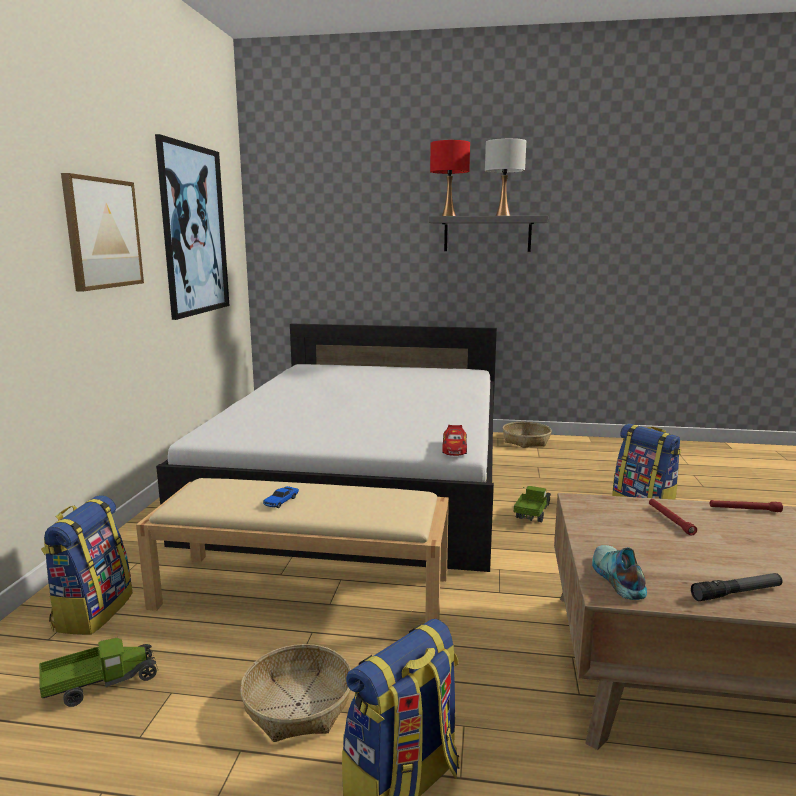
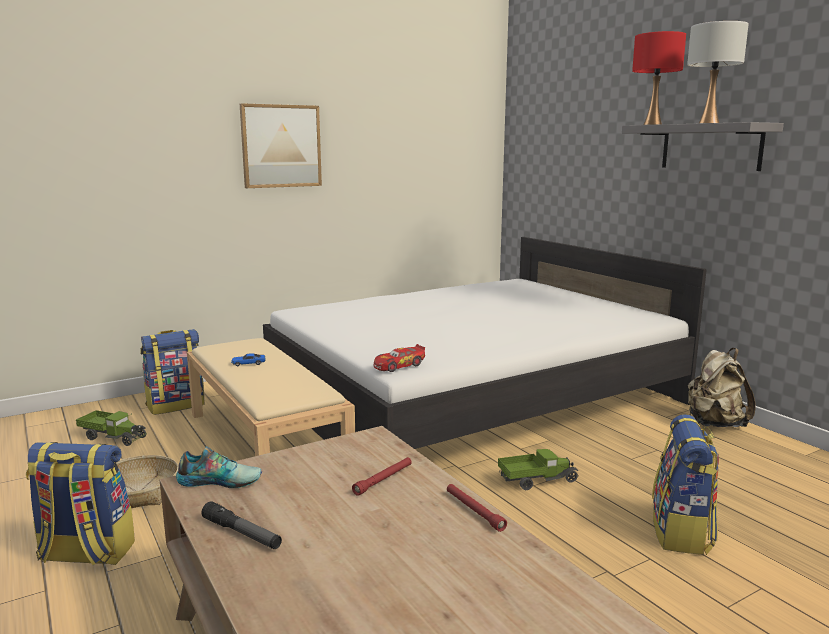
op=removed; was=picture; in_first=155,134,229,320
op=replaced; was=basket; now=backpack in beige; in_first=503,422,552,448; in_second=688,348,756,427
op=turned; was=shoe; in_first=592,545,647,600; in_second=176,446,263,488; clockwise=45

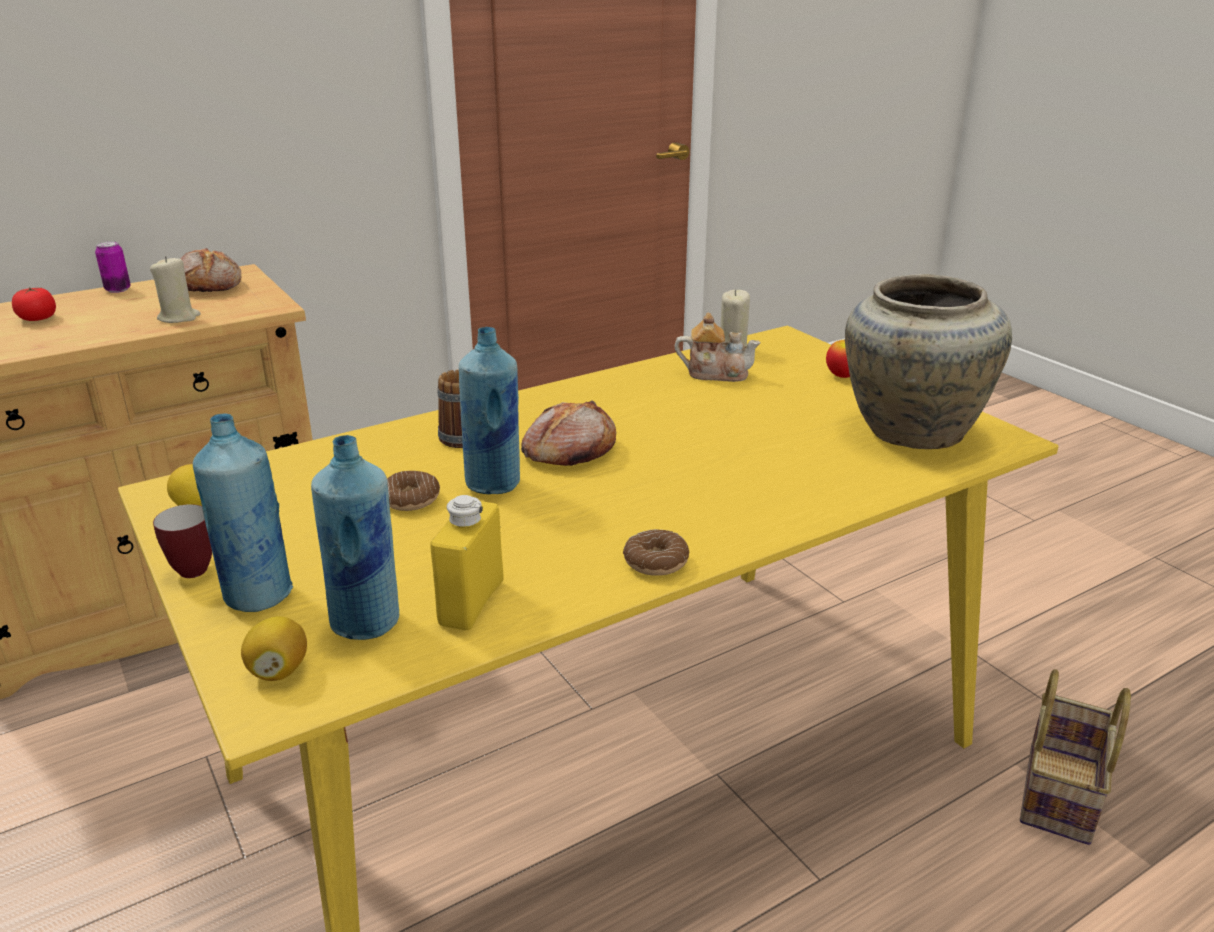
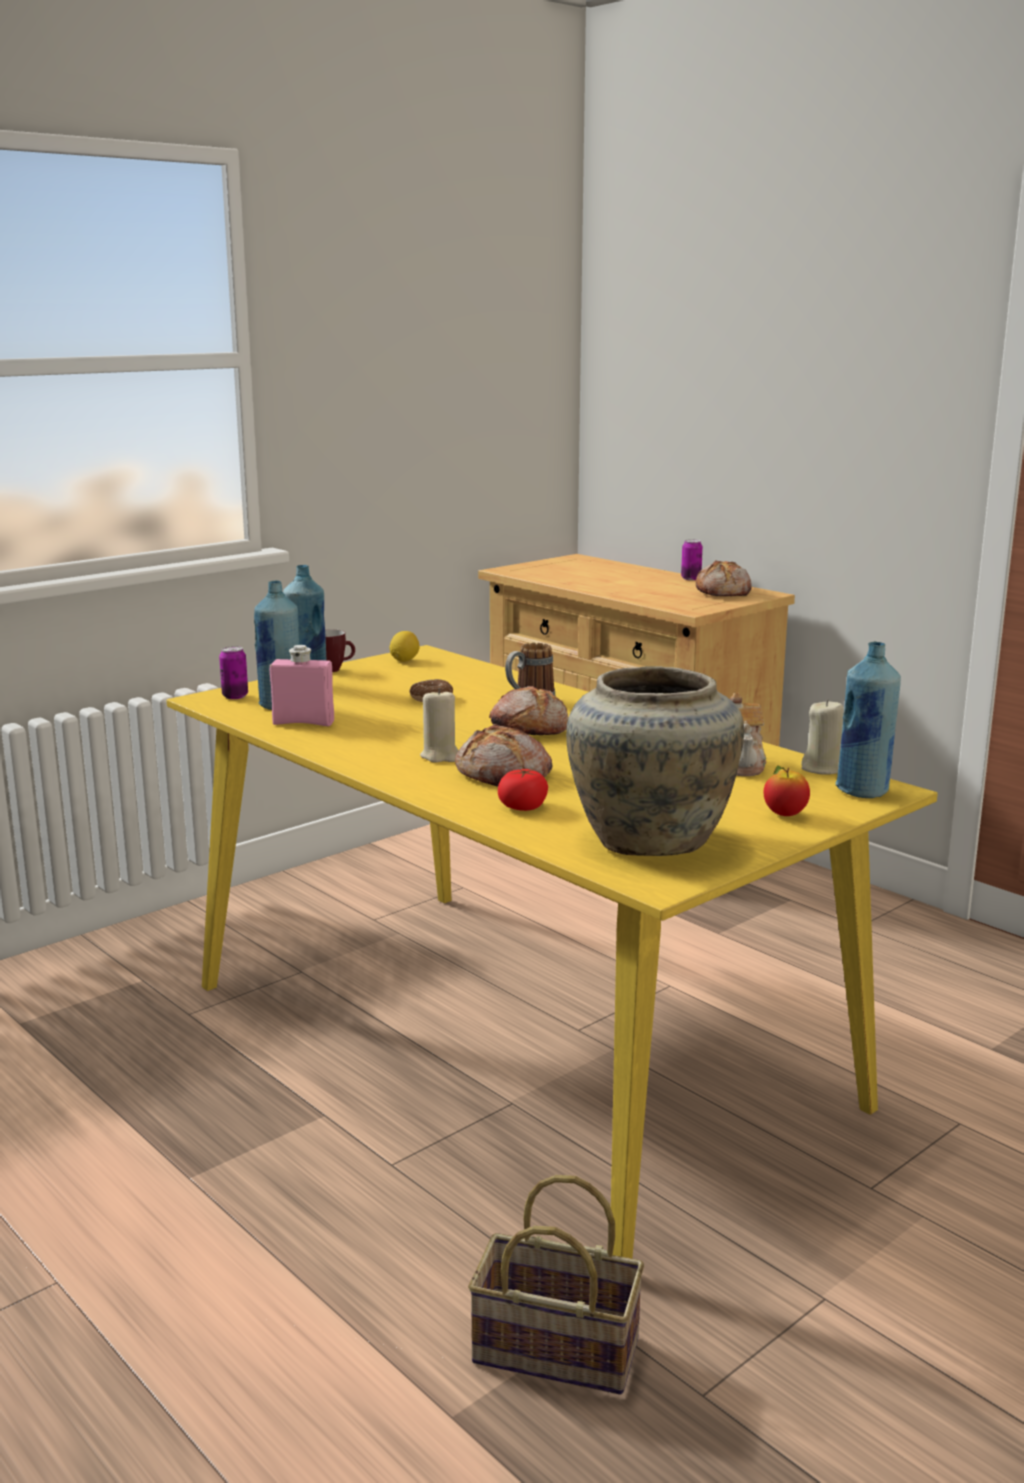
op=moved; was=candle in beige; in_first=150,256,201,323; in_second=420,688,458,763
op=moved; was=tomato; in_first=12,287,56,321; in_second=498,769,548,811
op=moved; was=bottle in blue; in_first=459,327,520,494; in_second=836,641,901,798
op=recoloured; was=bottle in yellow; now=bottle in pink; in_first=431,495,504,630; in_second=270,645,334,726
op=removed; was=donut; in_first=623,529,689,576
op=replaced; was=lemon; now=can; in_first=241,616,307,681; in_second=219,646,248,699
op=added; now=bread; in_second=455,724,552,787

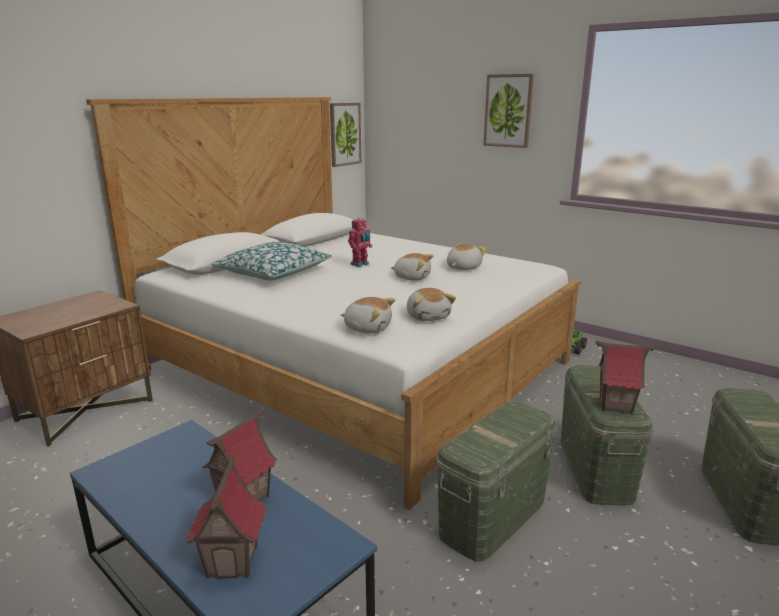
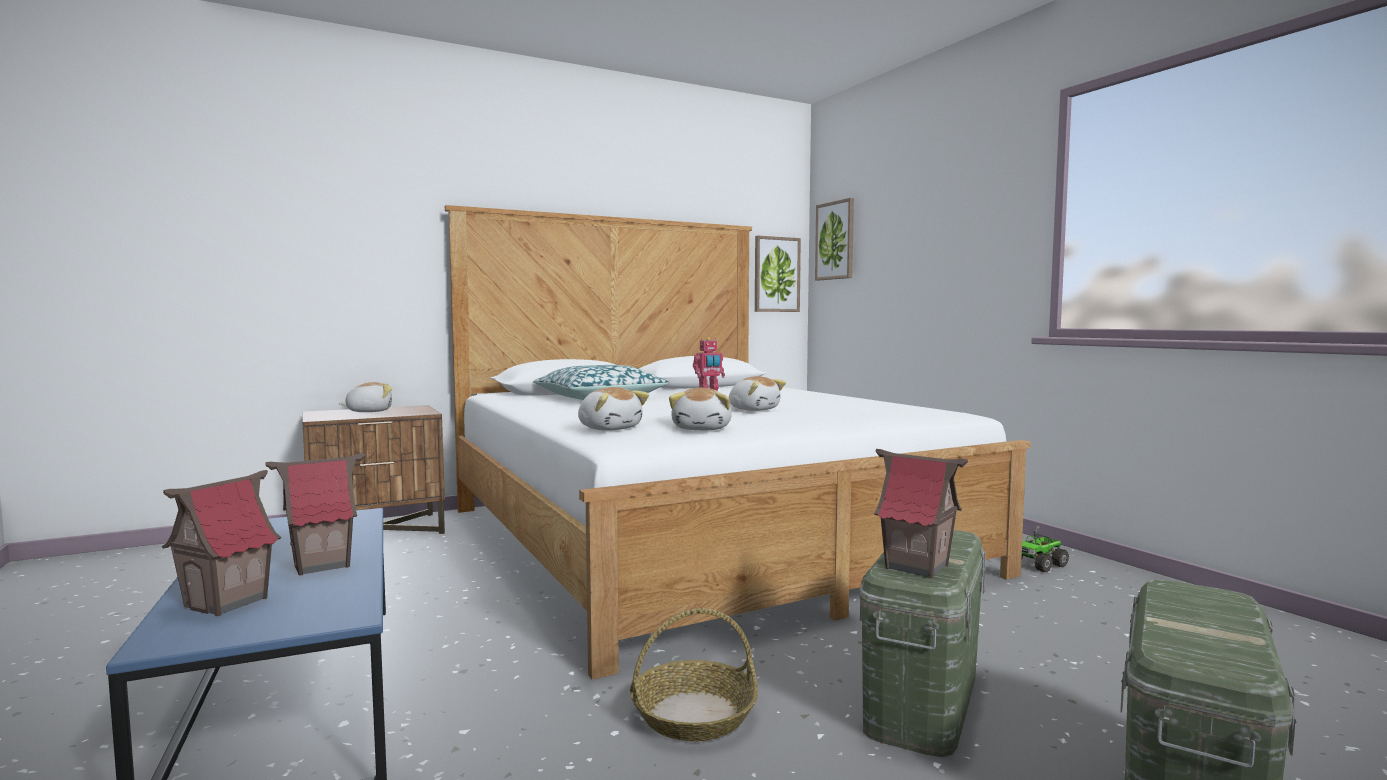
op=moved; was=picture; in_first=483,74,534,148; in_second=815,198,854,281
op=moved; was=plush toy; in_first=447,243,486,270; in_second=339,382,392,412
op=replaced; was=storage box in green; now=basket; in_first=436,401,557,561; in_second=630,608,758,741

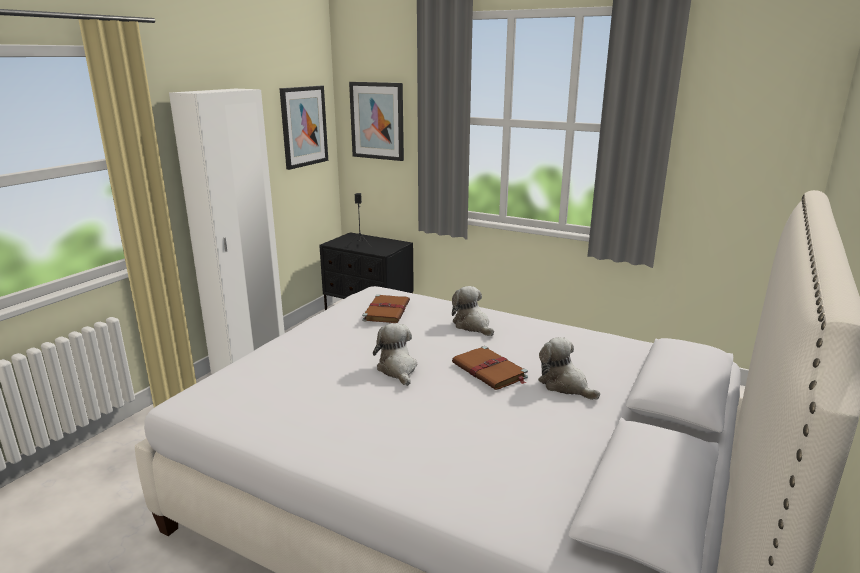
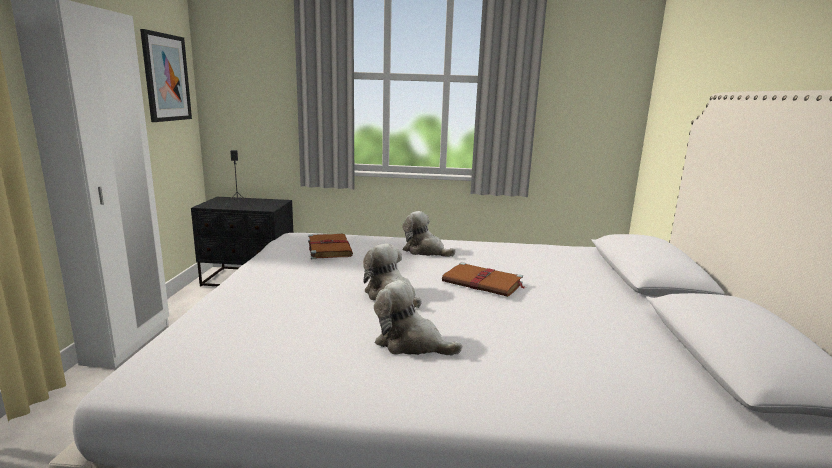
op=removed; was=picture; in_first=349,82,404,161
op=moved; was=plush toy; in_first=538,337,600,400; in_second=374,280,462,355

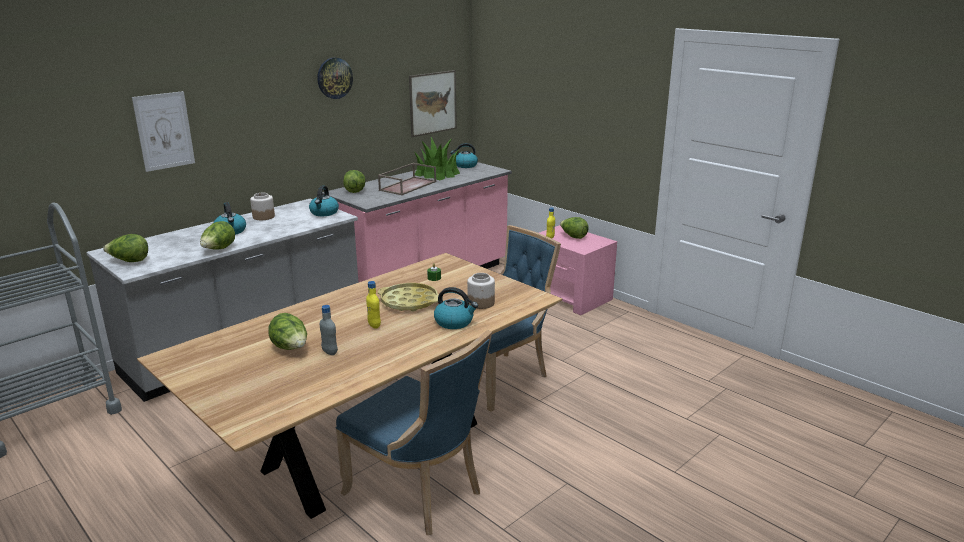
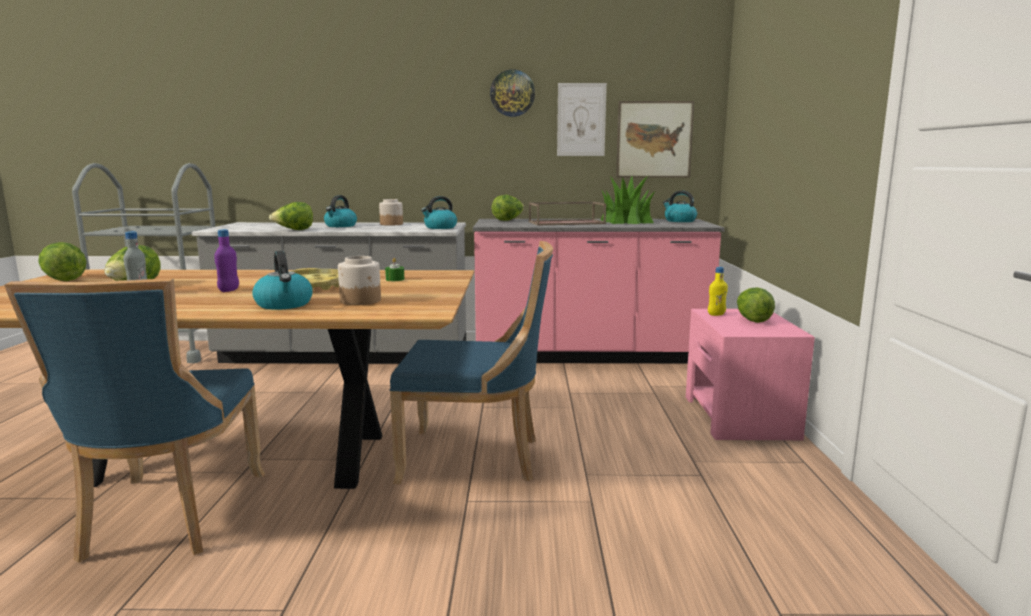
op=moved; was=picture; in_first=132,91,195,172; in_second=557,83,607,156
op=moved; was=lettuce; in_first=103,234,148,262; in_second=38,242,87,281
op=recoloured; was=bottle in yellow; now=bottle in purple; in_first=366,281,381,329; in_second=214,229,239,292

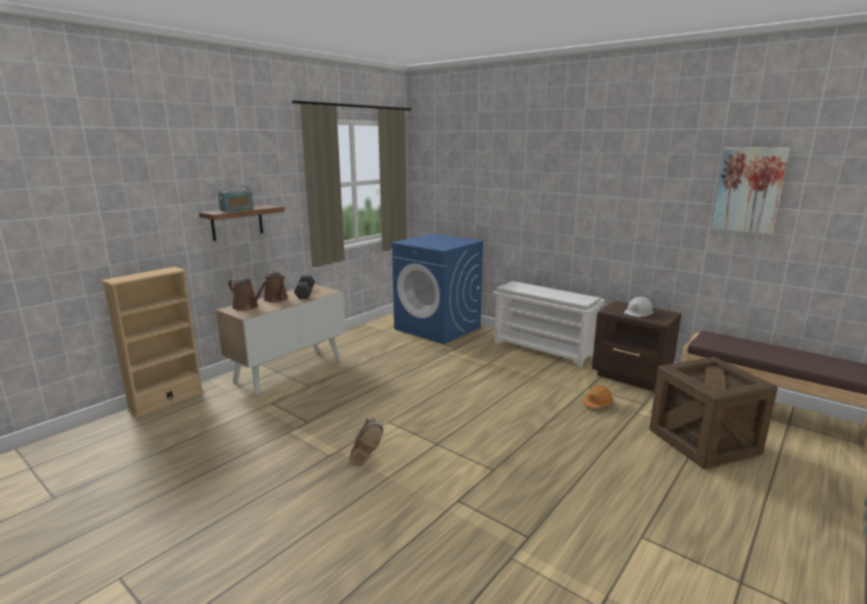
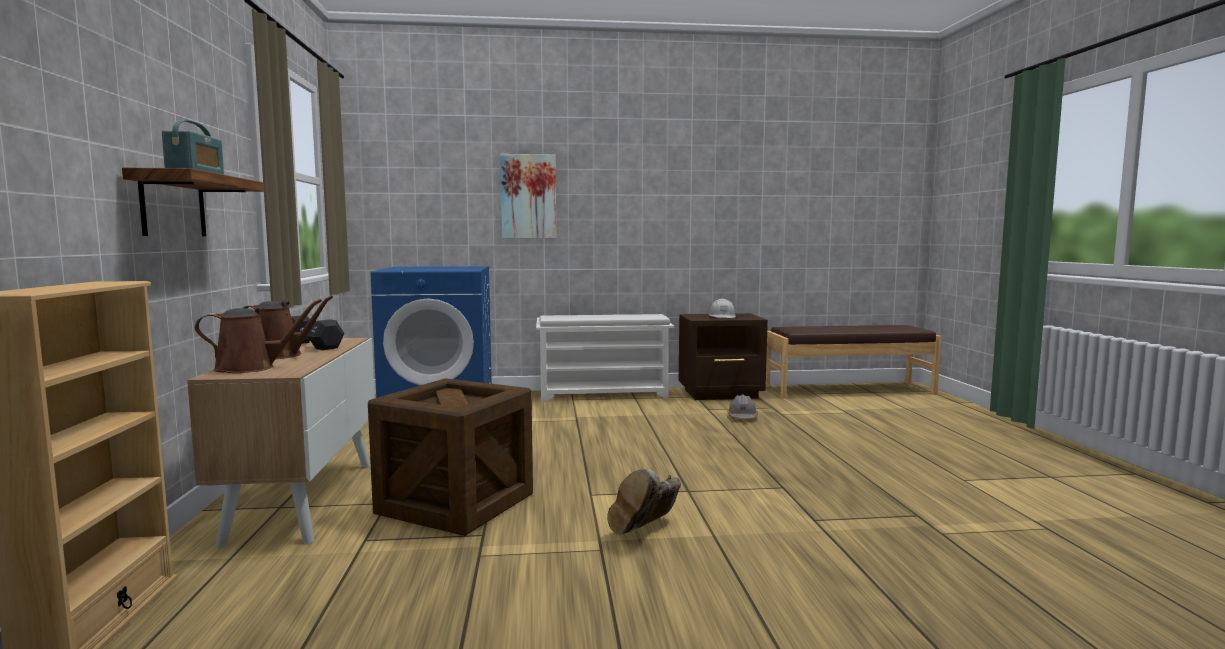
op=moved; was=picture; in_first=712,147,789,234; in_second=500,154,556,238
op=moved; was=crate; in_first=649,357,778,469; in_second=368,378,533,536
op=recoloured; was=hard hat in orange; now=hard hat in grey; in_first=582,385,613,408; in_second=727,394,758,419
op=turned; was=boot in brown; in_first=350,418,383,466; in_second=607,468,681,535; clockwise=90

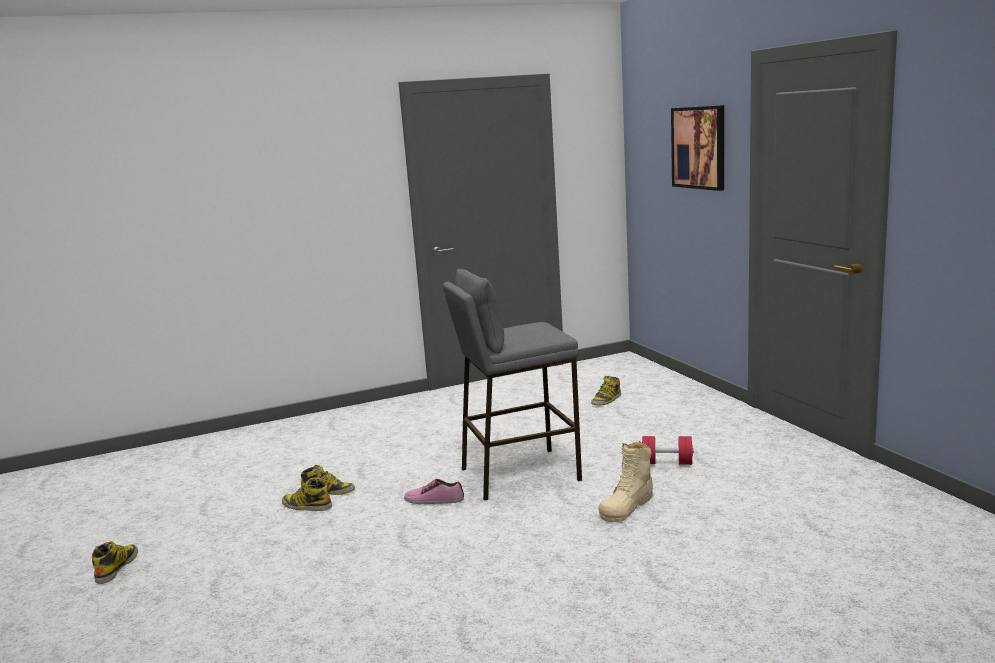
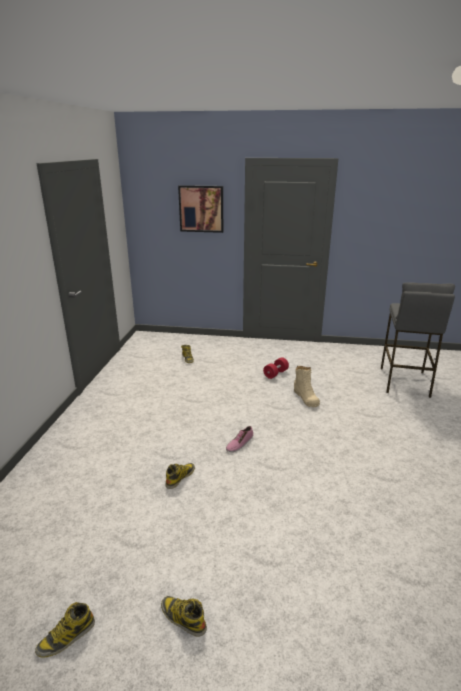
op=moved; was=stool in grey; in_first=443,269,582,501; in_second=381,282,455,398
op=moved; was=boot; in_first=282,477,332,511; in_second=35,602,95,658

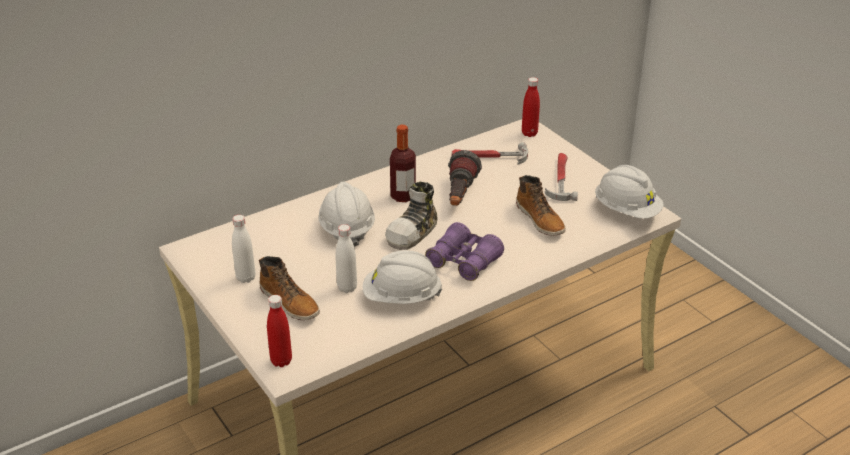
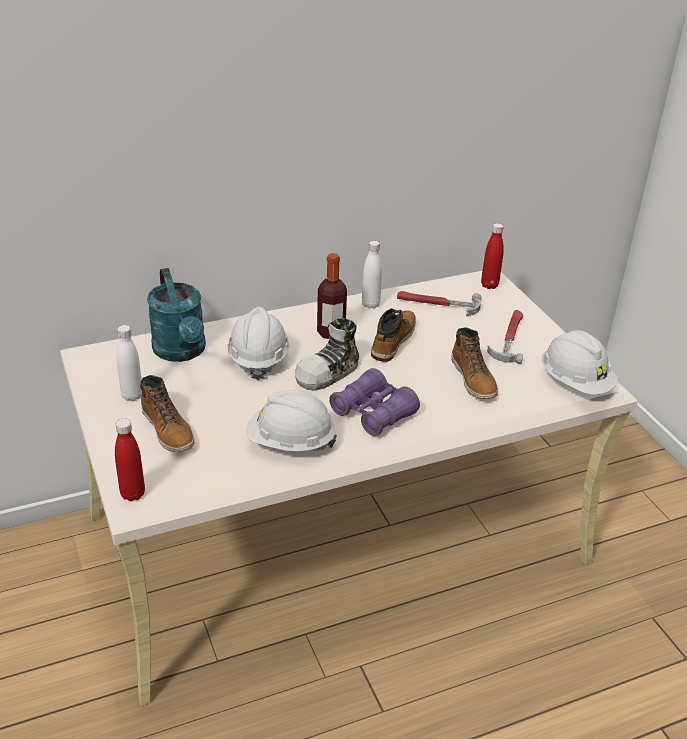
op=replaced; was=flashlight; now=boot; in_first=448,150,482,206; in_second=371,308,416,362
op=moved; was=bottle in white; in_first=335,224,357,293; in_second=362,241,382,309
op=added; now=watering can in turquoise; in_second=147,268,206,362

